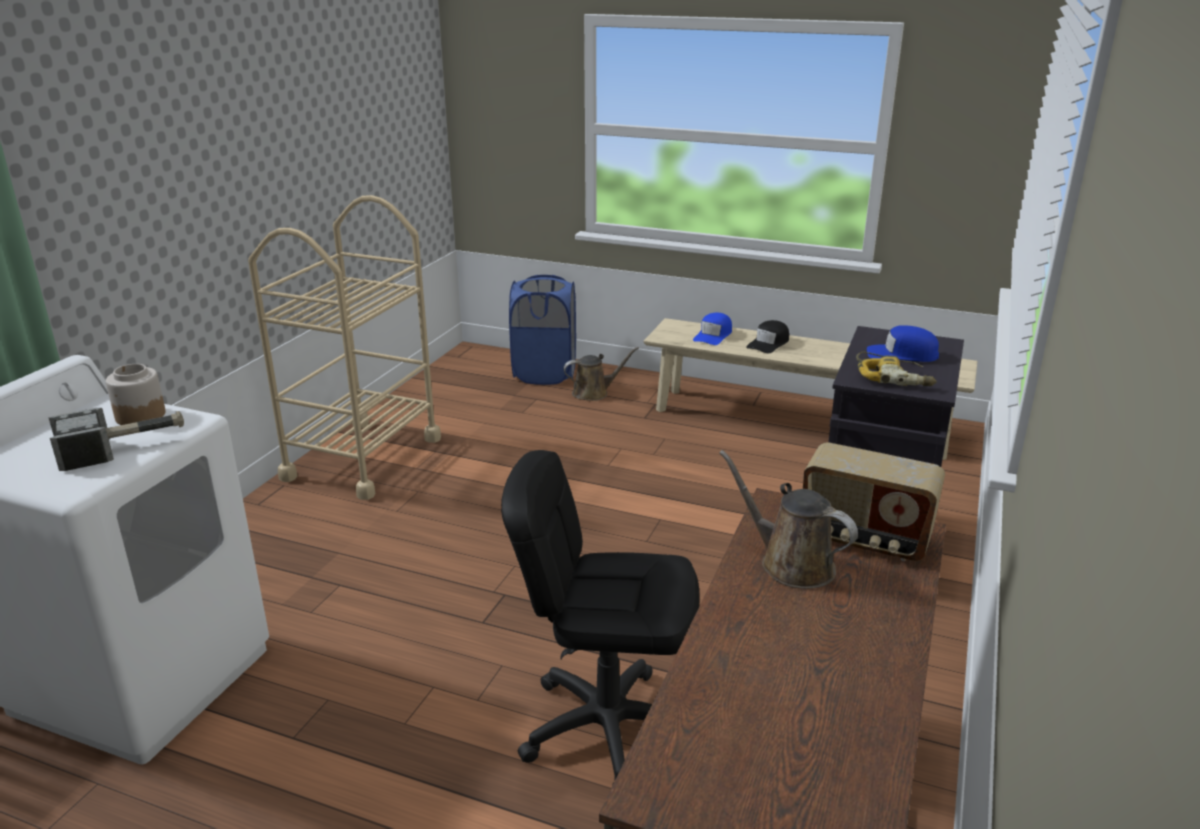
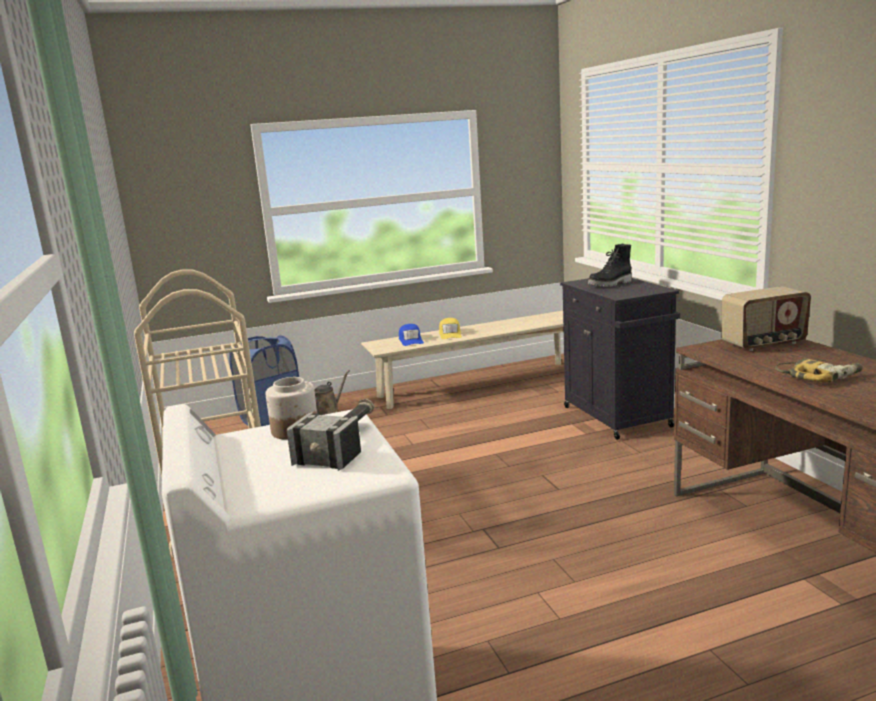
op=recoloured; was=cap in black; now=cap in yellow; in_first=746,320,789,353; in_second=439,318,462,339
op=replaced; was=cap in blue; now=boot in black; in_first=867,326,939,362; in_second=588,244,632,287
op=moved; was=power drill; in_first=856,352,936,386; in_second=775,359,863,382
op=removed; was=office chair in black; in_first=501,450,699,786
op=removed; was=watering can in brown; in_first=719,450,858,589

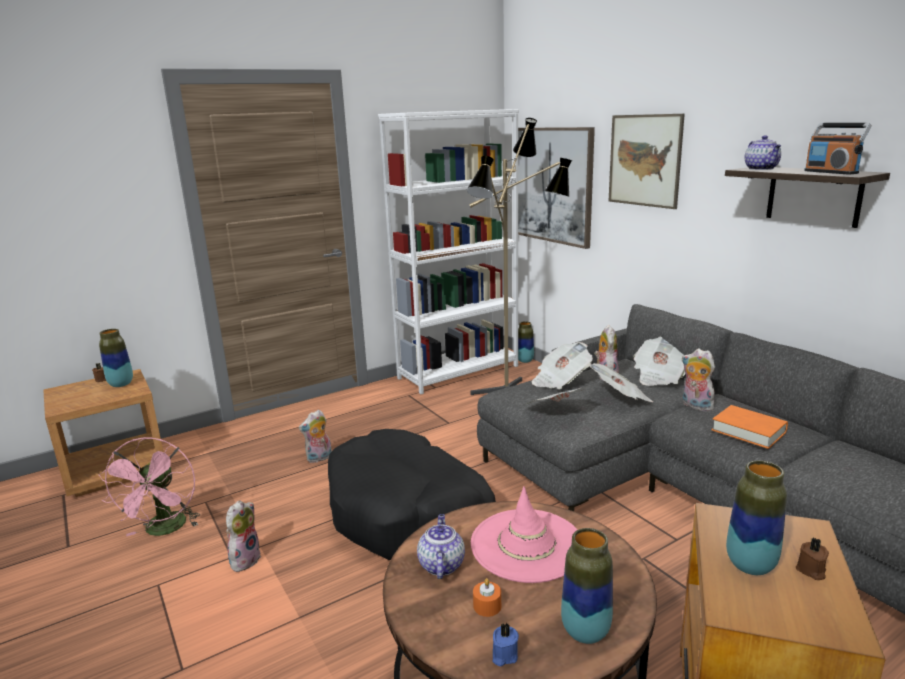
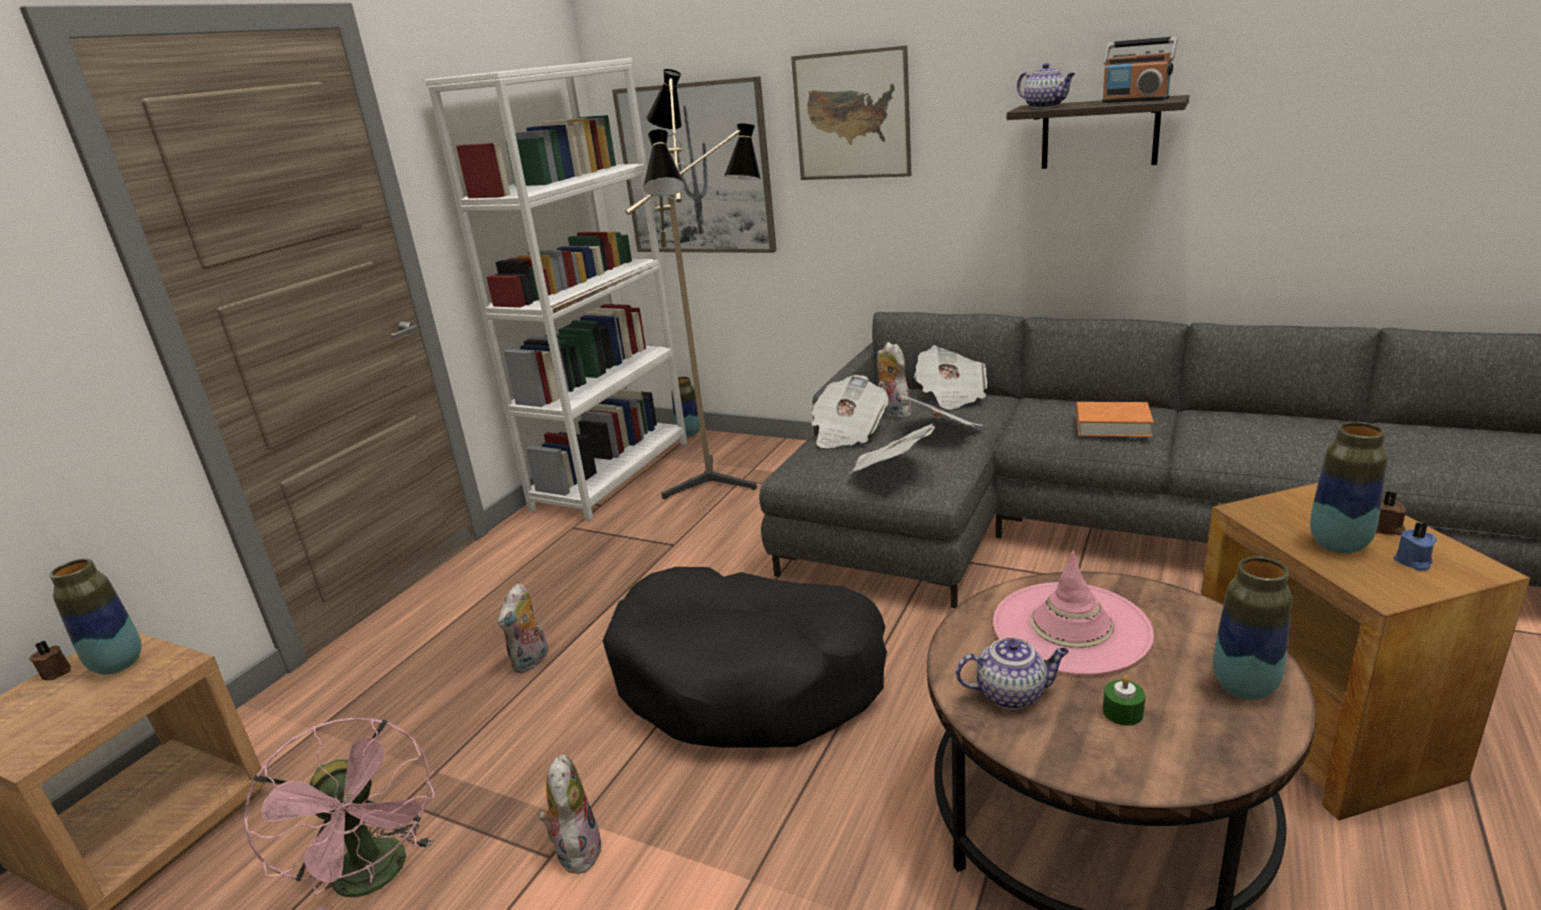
op=removed; was=plush toy; in_first=681,349,716,411
op=turned; was=teapot; in_first=417,514,465,579; in_second=956,638,1069,709; clockwise=120
op=recoloured; was=candle in orange; now=candle in green; in_first=473,578,501,617; in_second=1103,675,1145,726
op=moved; was=candle in blue; in_first=493,623,519,666; in_second=1394,522,1437,571

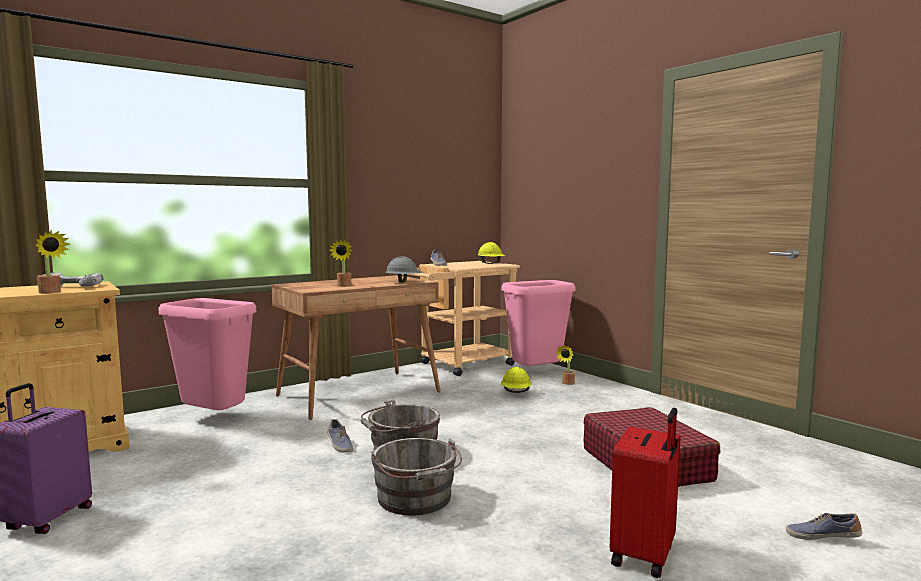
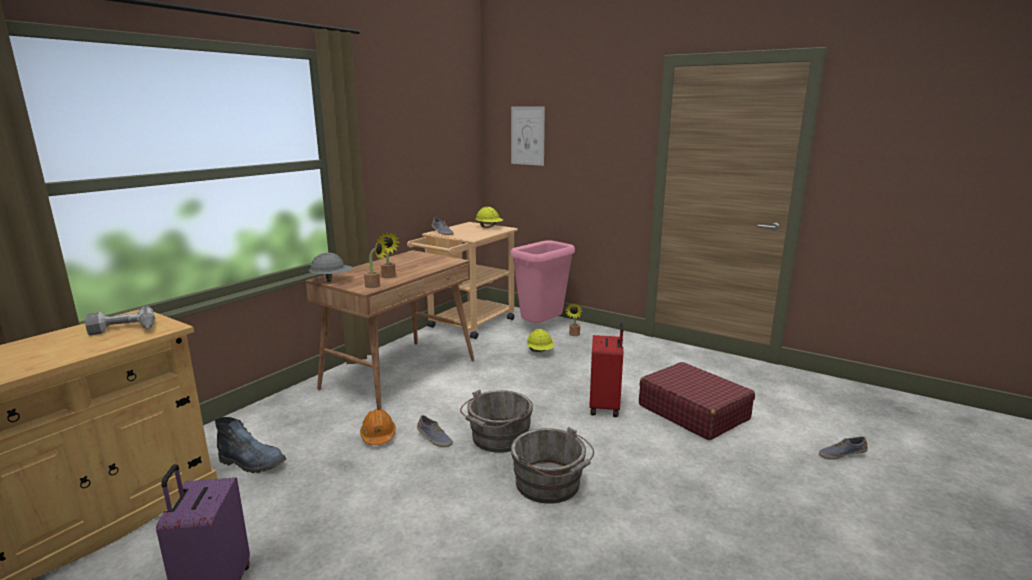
op=moved; was=potted plant; in_first=35,230,70,293; in_second=364,238,388,288
op=moved; was=hard hat in grey; in_first=385,256,424,283; in_second=309,252,353,282
op=removed; was=trash can in pink; in_first=158,298,256,410
op=moved; was=suitcase in red; in_first=610,408,681,578; in_second=589,322,624,417
op=added; now=picture; in_second=511,106,545,166
op=added; now=hard hat in orange; in_second=360,409,396,445
op=added; now=boot; in_second=215,417,286,473

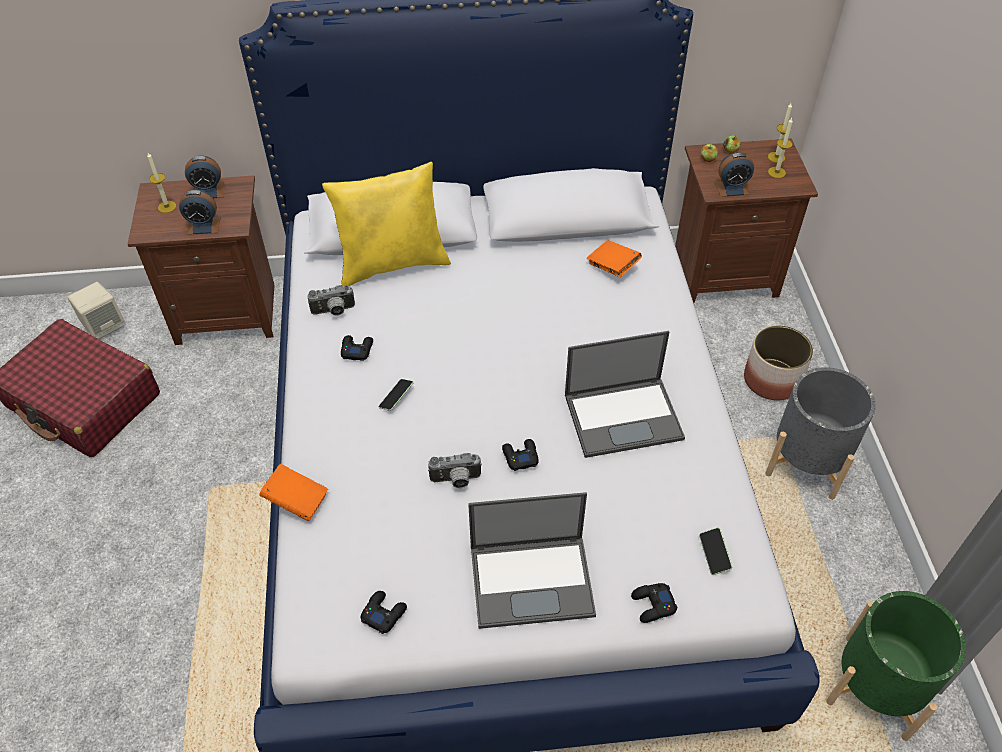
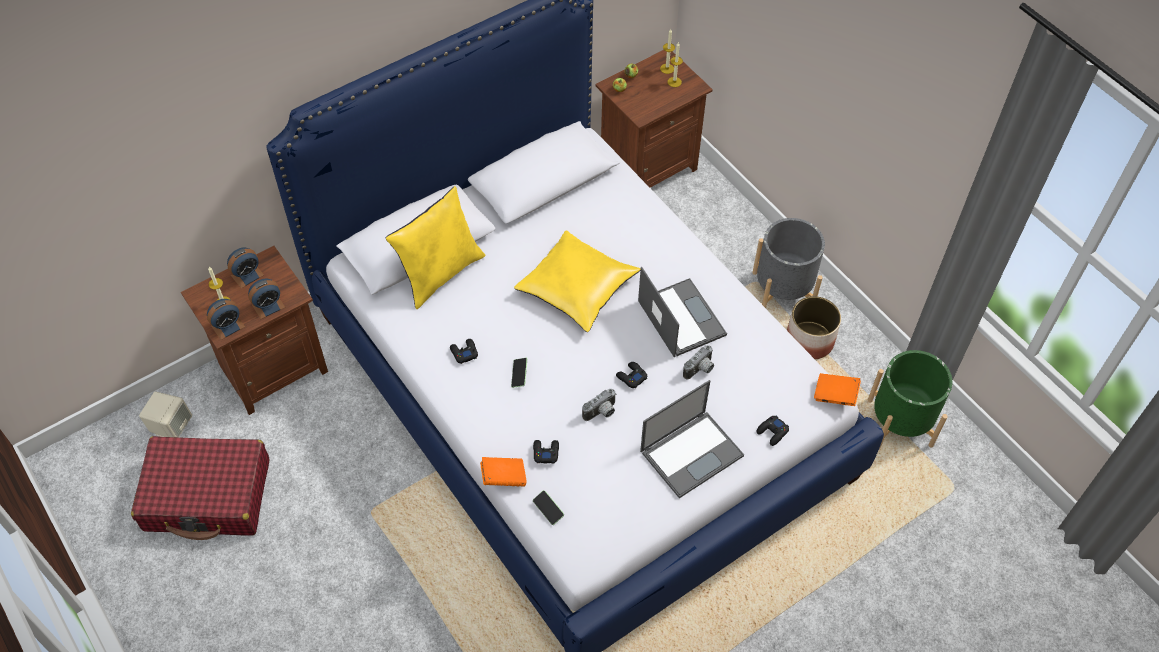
op=moved; was=alarm clock; in_first=715,152,754,197; in_second=207,299,245,340
op=moved; was=book in orange; in_first=587,240,642,277; in_second=814,373,861,406
op=moved; was=photo camera; in_first=307,285,355,316; in_second=683,345,714,380
op=moved; was=planter; in_first=744,325,813,401; in_second=787,296,841,359
op=turned; was=laptop; in_first=565,331,685,458; in_second=638,267,727,357; clockwise=-75
op=moved; was=phone; in_first=699,528,732,575; in_second=533,490,564,525
op=moved; was=game controller in black; in_first=361,591,407,634; in_second=533,440,559,464
op=added; now=pillow in yellow; in_second=514,230,641,332

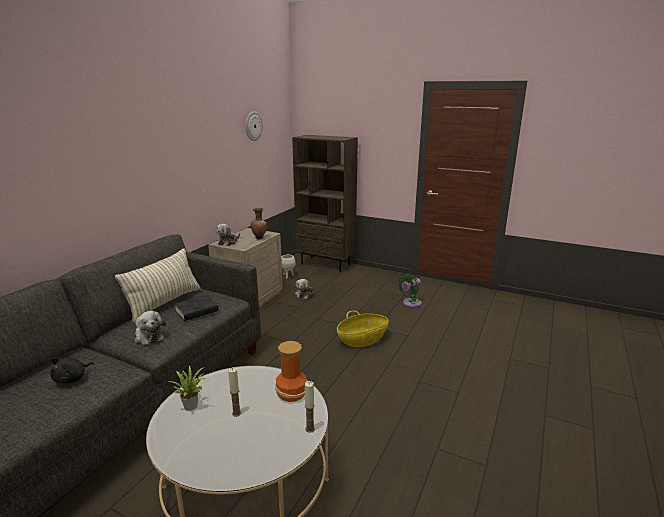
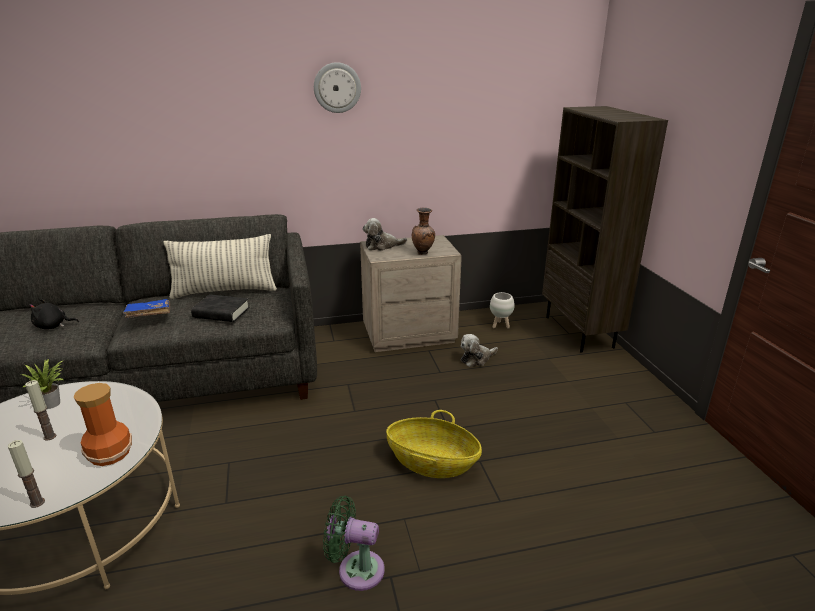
op=moved; was=wall clock; in_first=245,111,263,141; in_second=314,62,361,113
op=moved; was=fan in green; in_first=398,273,422,307; in_second=323,496,385,591
op=replaced; was=plush toy; now=book in blue; in_first=135,311,166,345; in_second=123,299,170,318

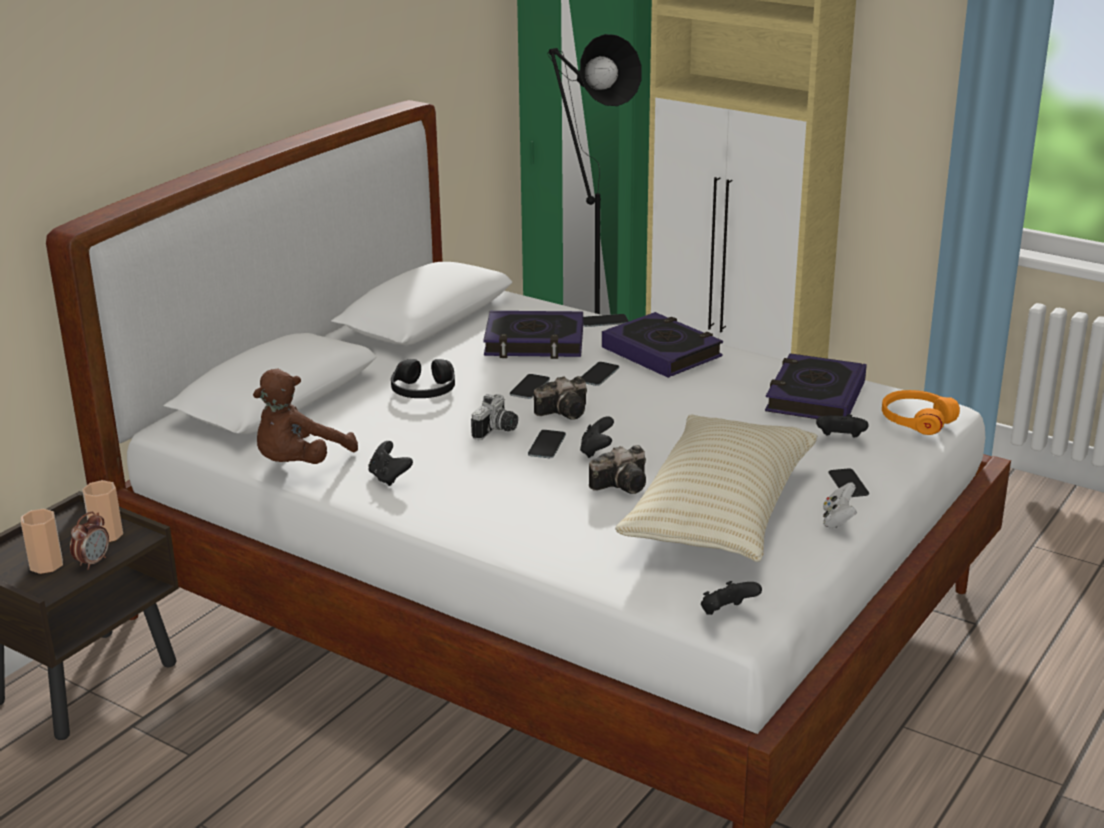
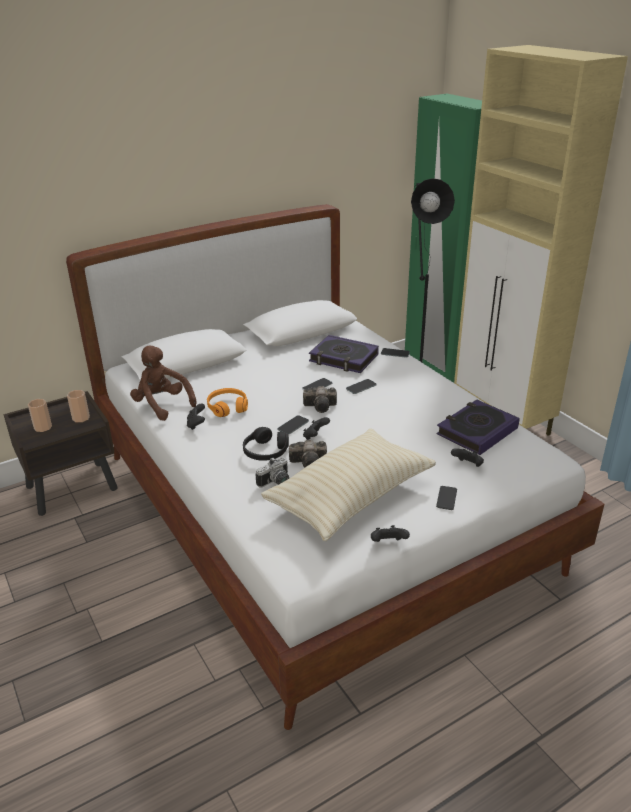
op=removed; was=book; in_first=602,312,723,378
op=moved; was=headphones in black; in_first=391,359,455,398; in_second=243,427,289,461
op=turned; was=plush toy in brown; in_first=253,368,358,464; in_second=130,345,197,421; clockwise=75
op=moved; was=headphones in orange; in_first=882,390,960,435; in_second=207,388,248,417
op=moved; was=photo camera; in_first=471,394,518,440; in_second=256,457,289,488
op=removed; was=game controller in white; in_first=823,482,857,529
op=removed; was=alarm clock; in_first=70,512,109,570
op=moved; was=game controller in black; in_first=701,581,762,615; in_second=371,525,410,542

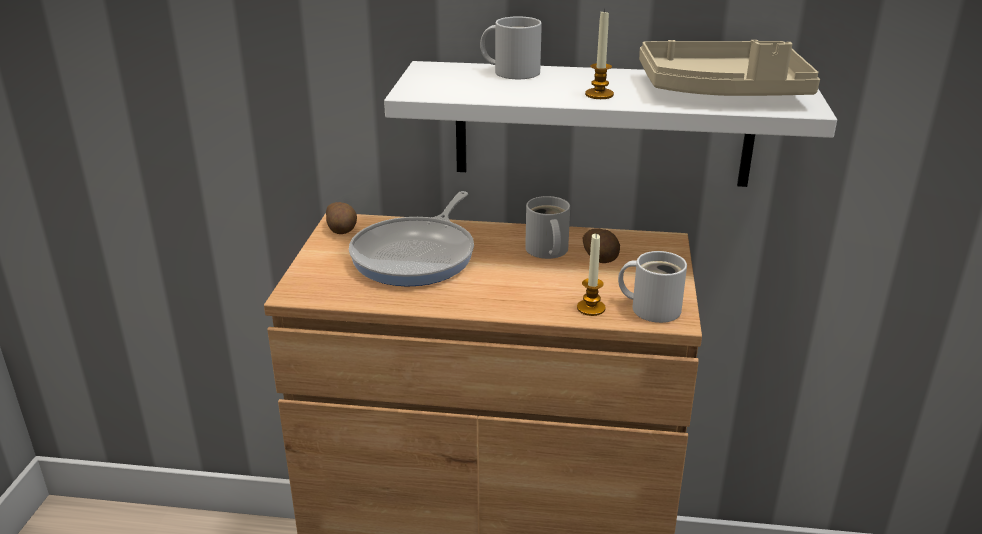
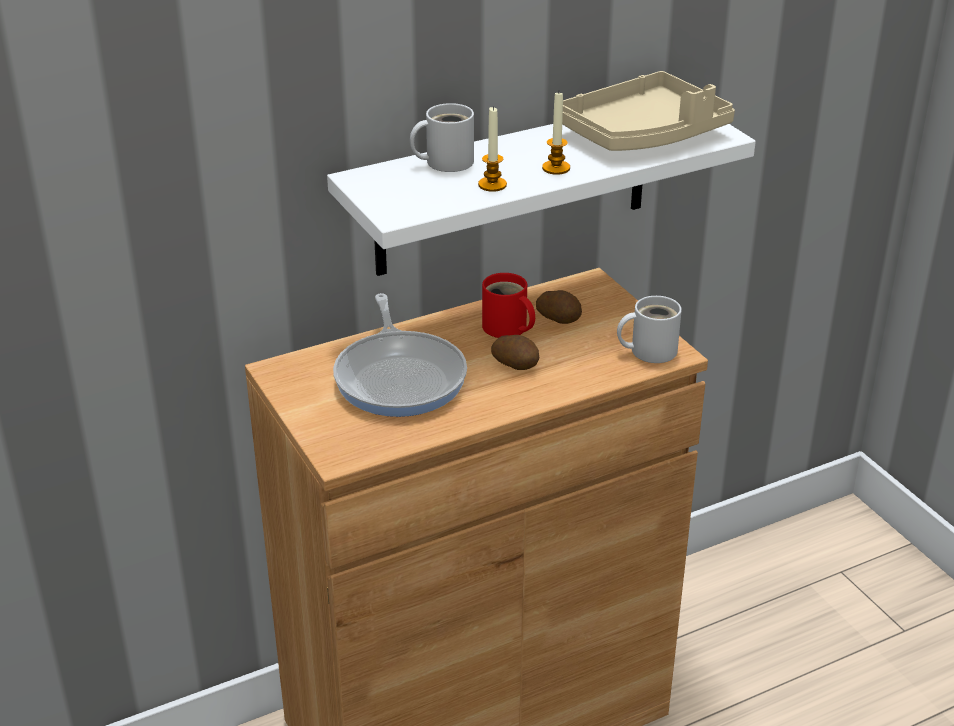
op=recoloured; was=mug in white; now=mug in red; in_first=525,196,570,259; in_second=482,273,535,338
op=moved; was=potato; in_first=326,202,357,234; in_second=491,335,539,370
op=moved; was=candle; in_first=577,234,606,316; in_second=478,106,507,192

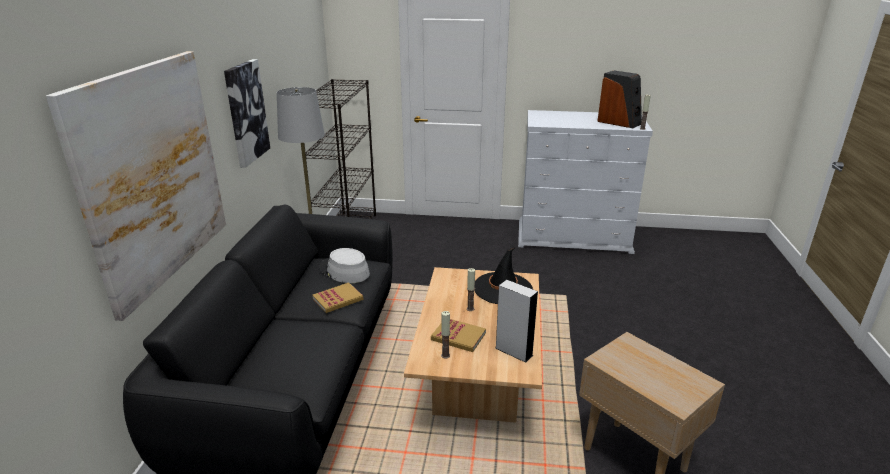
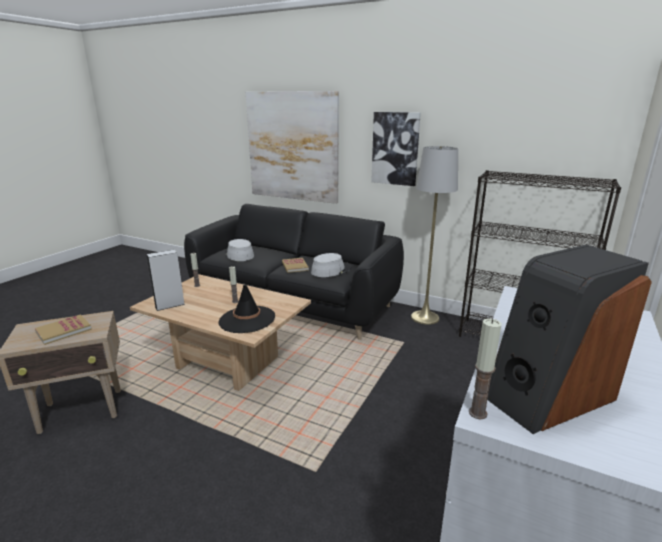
op=moved; was=book; in_first=431,319,486,352; in_second=35,314,92,345
op=added; now=hat in grey; in_second=225,239,254,261

